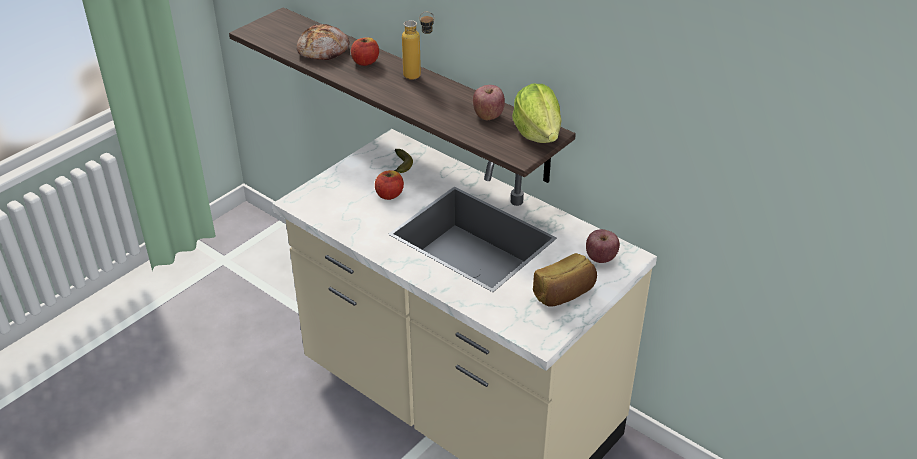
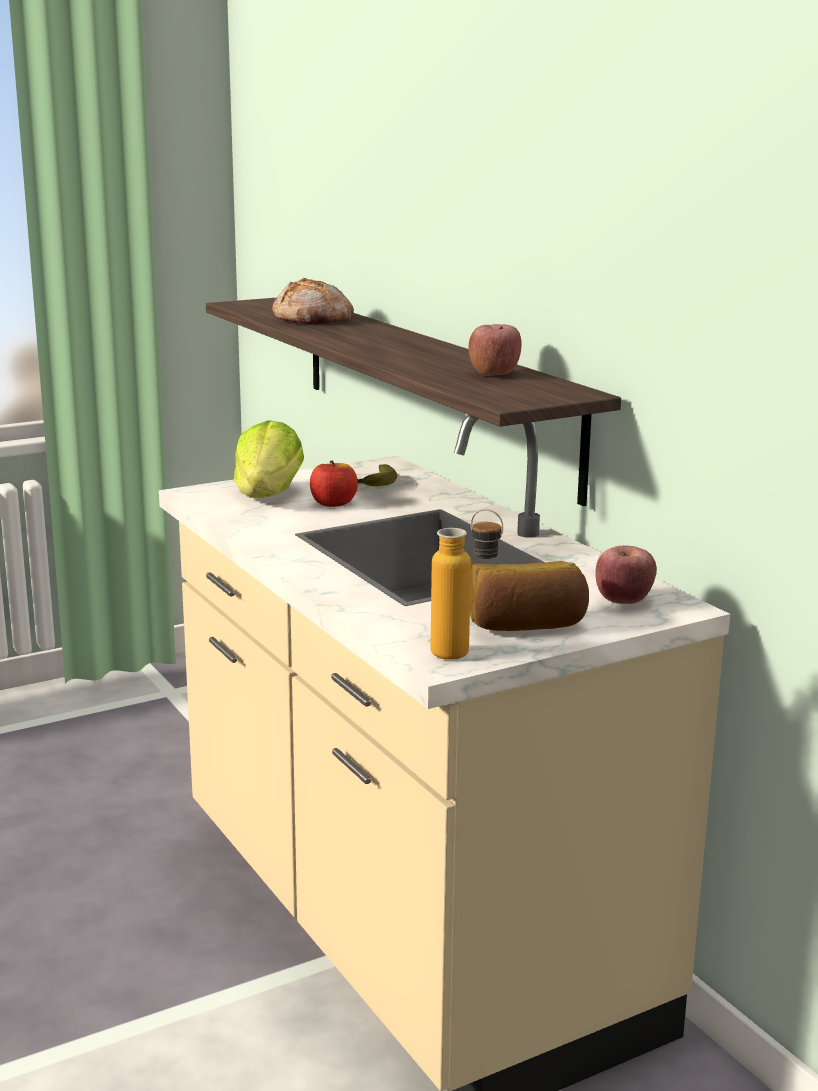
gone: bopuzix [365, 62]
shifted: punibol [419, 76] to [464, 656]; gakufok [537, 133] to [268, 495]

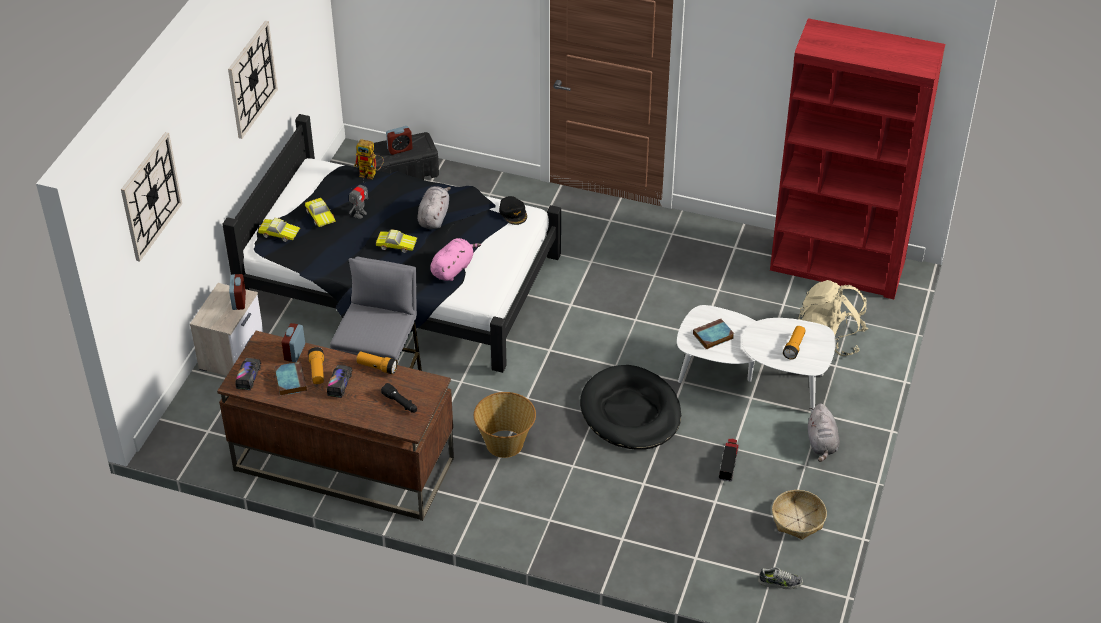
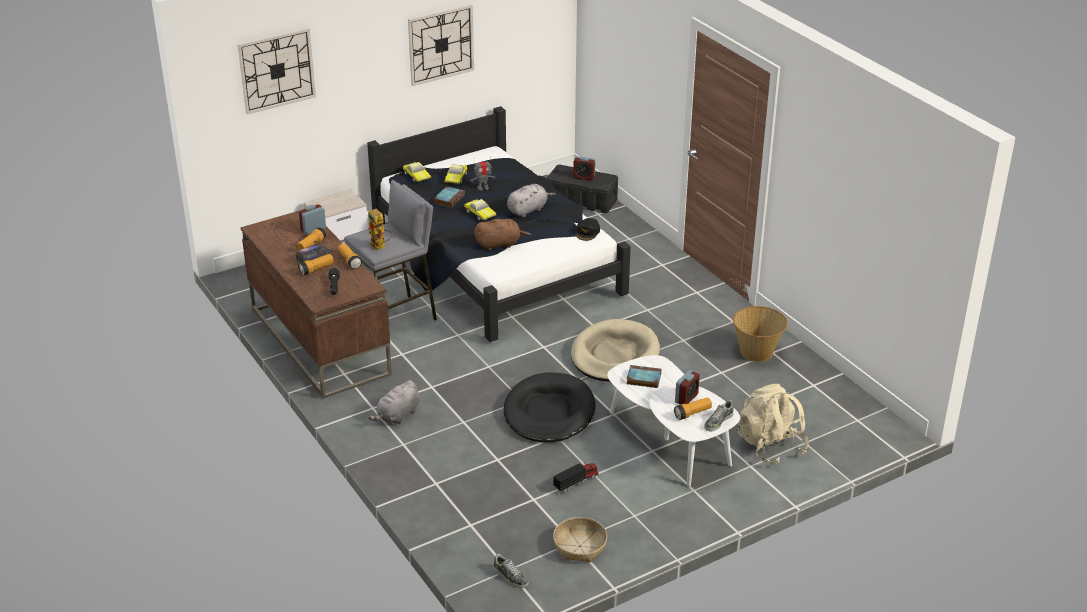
gone: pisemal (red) [837, 267]; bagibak [248, 377]
new: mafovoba [316, 269]; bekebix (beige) [614, 355]; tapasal [718, 421]
shifted: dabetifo [371, 174] to [380, 247]; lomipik [239, 301] to [686, 398]; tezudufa [290, 380] to [449, 199]; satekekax [505, 444] to [757, 352]; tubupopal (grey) [821, 443] to [397, 416]
repainted: tubupopal (pink) [453, 269] to tubupopal (brown) [500, 244]

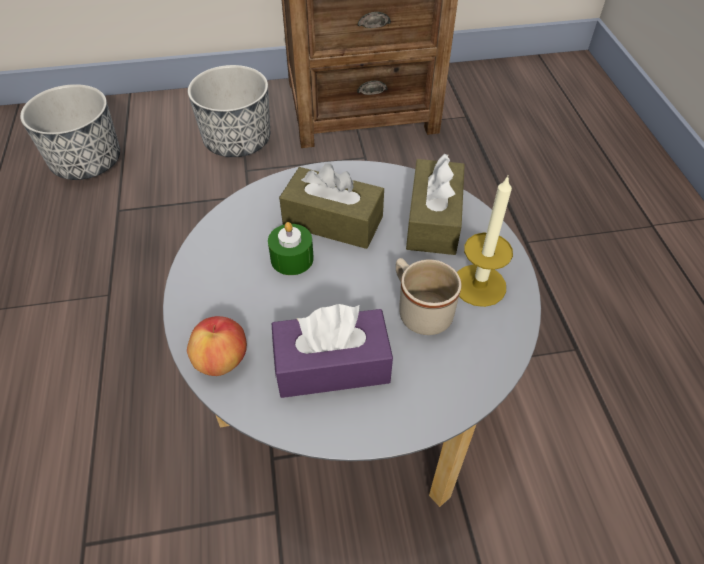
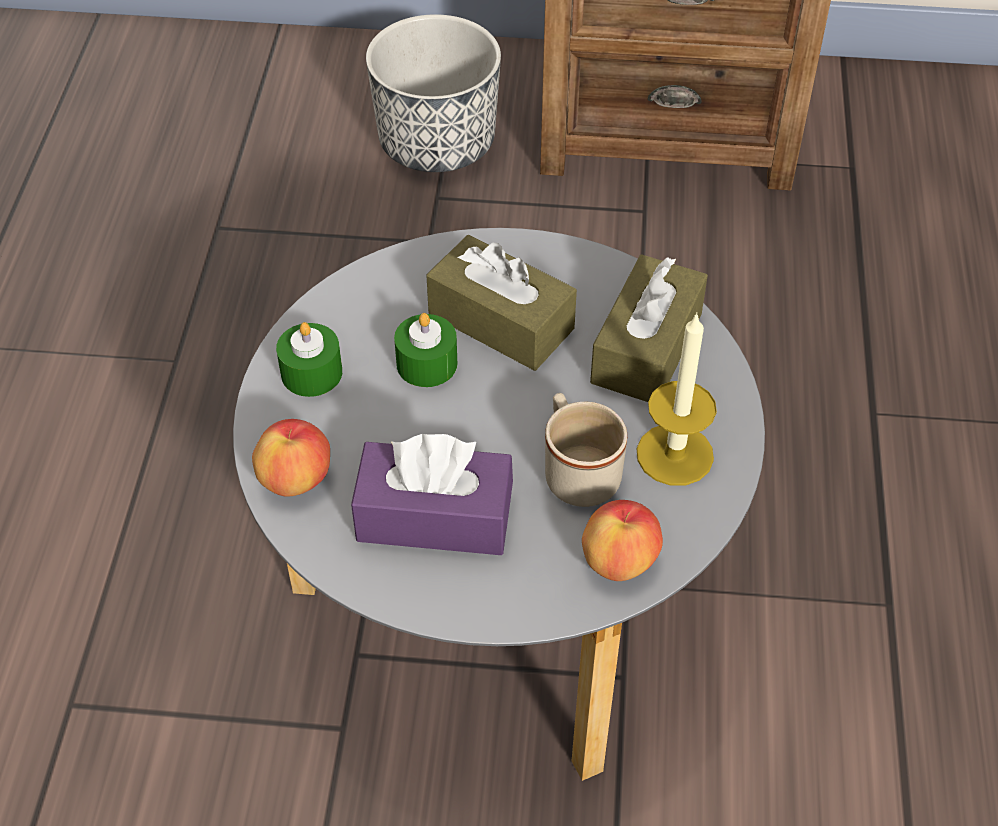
gone: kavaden [87, 162]
new: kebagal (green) [311, 373]; bopuzix [619, 560]

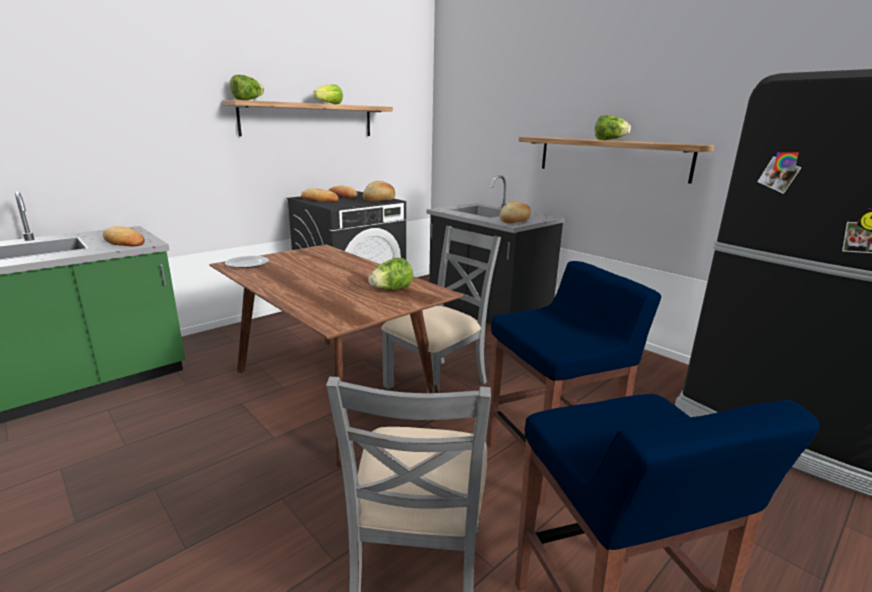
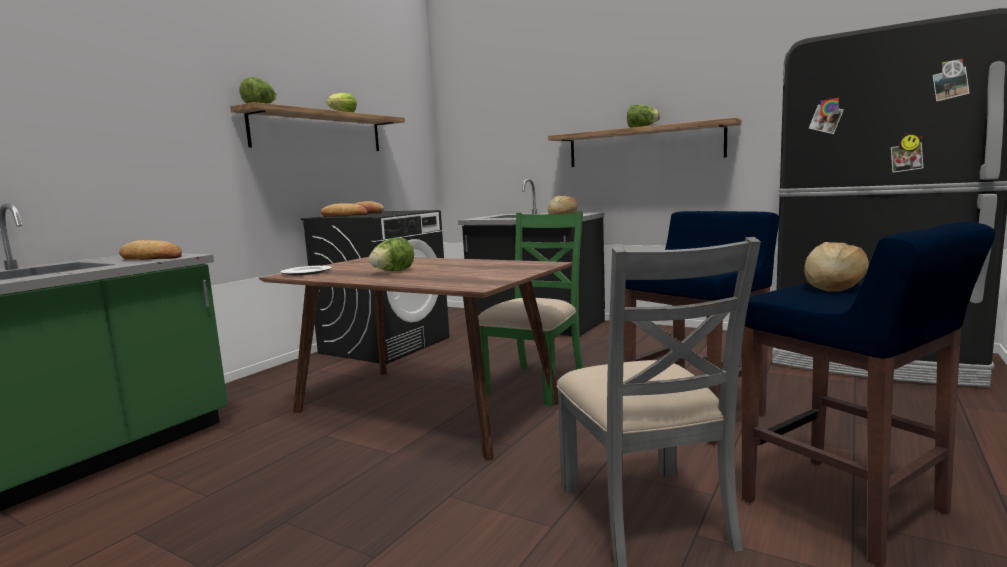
shifted: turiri [379, 200] to [832, 286]; gakufok [391, 290] to [392, 272]
repainted: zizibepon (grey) [437, 384] to zizibepon (green) [535, 383]

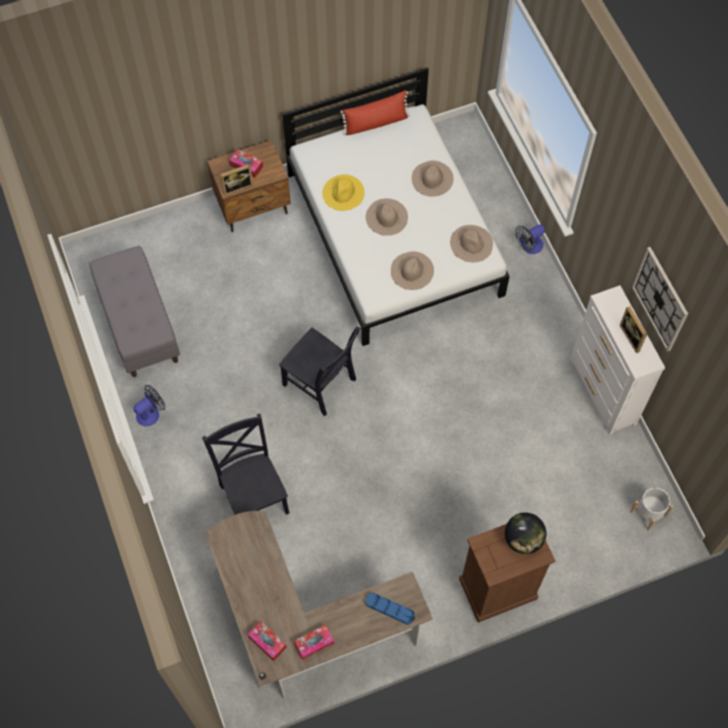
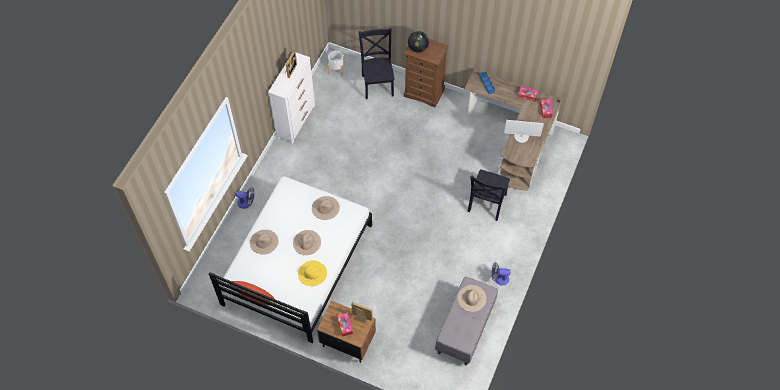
gone: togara [660, 299]
new: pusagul [521, 136]
shifted: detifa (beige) [471, 243] to [472, 298]; zizibepon (black) [321, 384] to [378, 84]

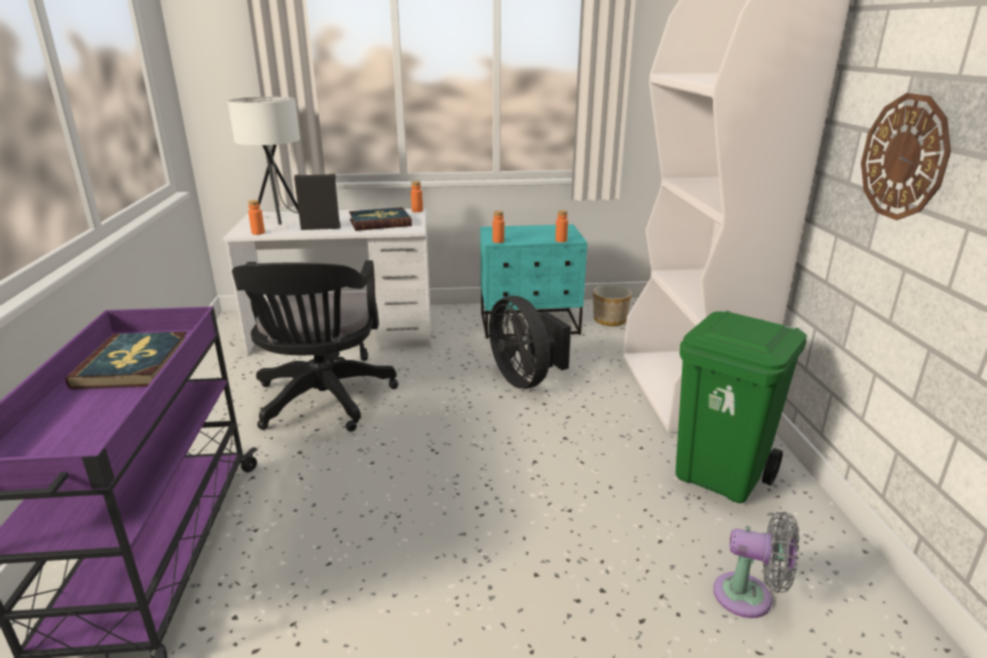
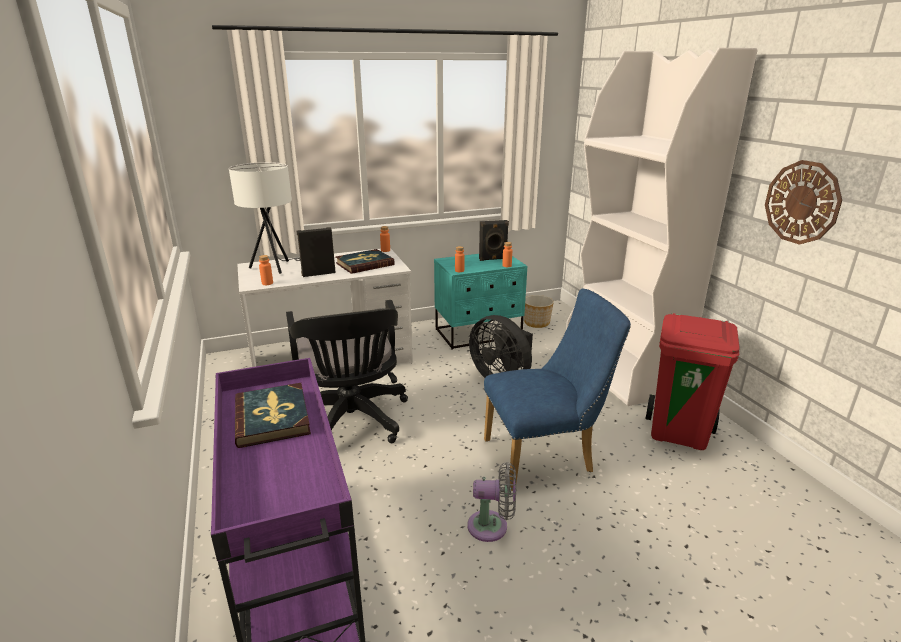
new: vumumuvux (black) [493, 259]; zizibepon (blue) [545, 456]
shifted: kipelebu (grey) [749, 597] to [492, 526]
repainted: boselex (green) [721, 476] to boselex (red) [679, 433]

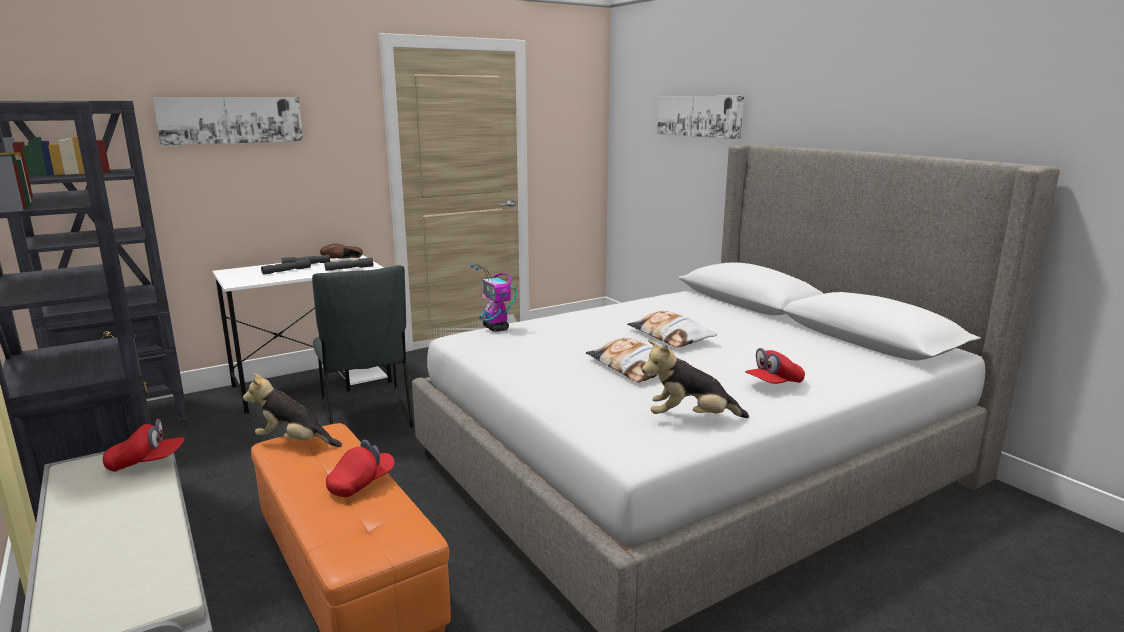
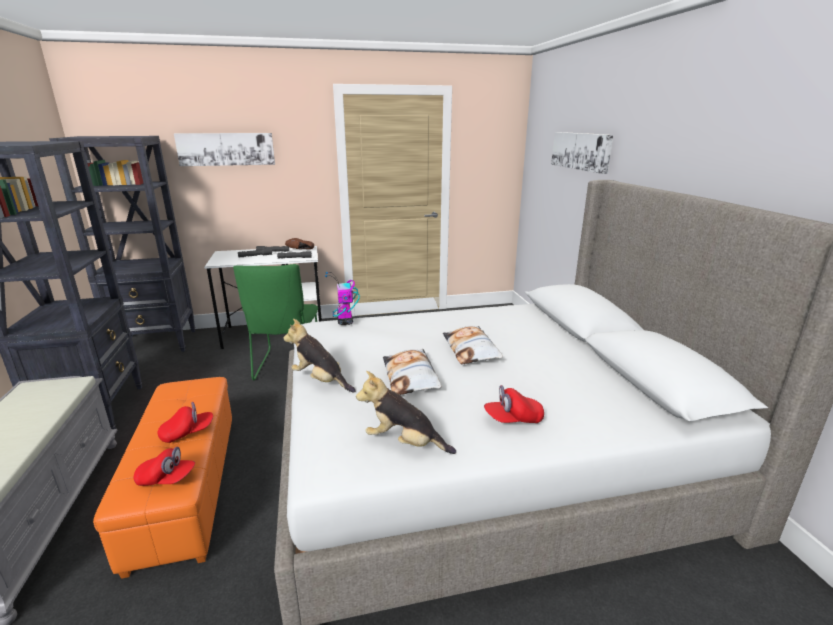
shifted: tubupopal [294, 442] to [320, 380]; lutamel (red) [146, 462] to [167, 479]
repainted: zizibepon (grey) [367, 419] to zizibepon (green) [287, 366]

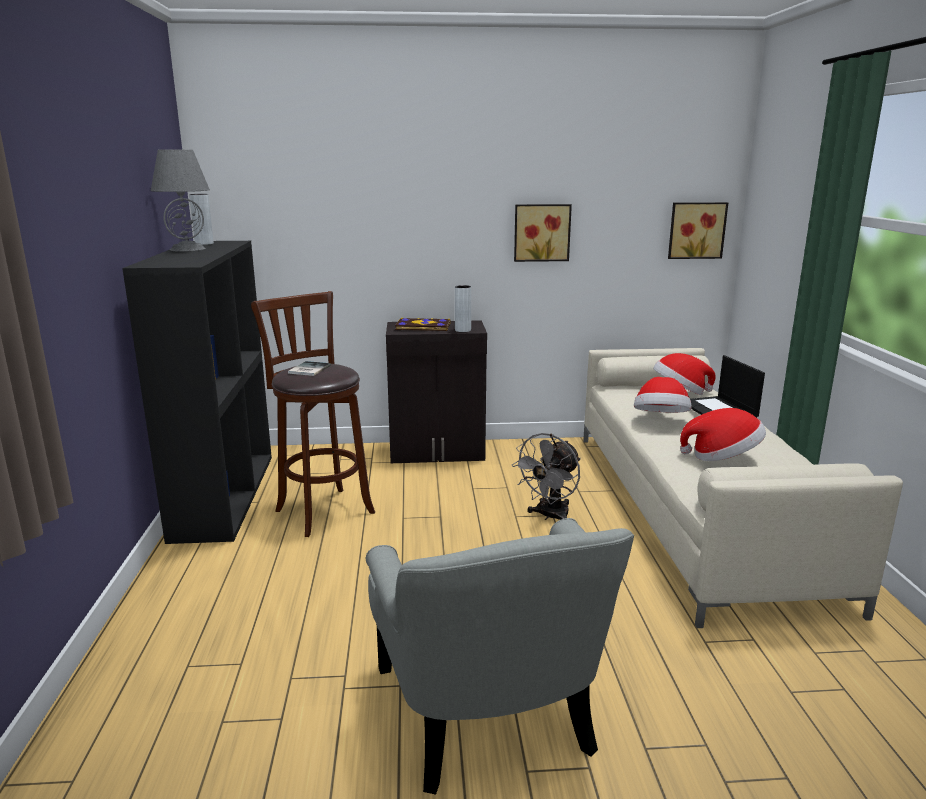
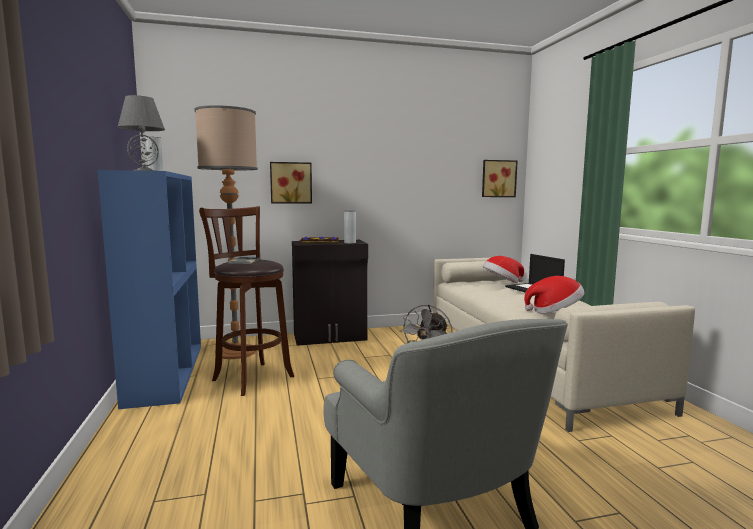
gone: detifa [660, 419]
new: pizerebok [236, 352]
shifted: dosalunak [541, 232] to [291, 183]
repainted: pisemal (black) [223, 495] to pisemal (blue) [165, 372]

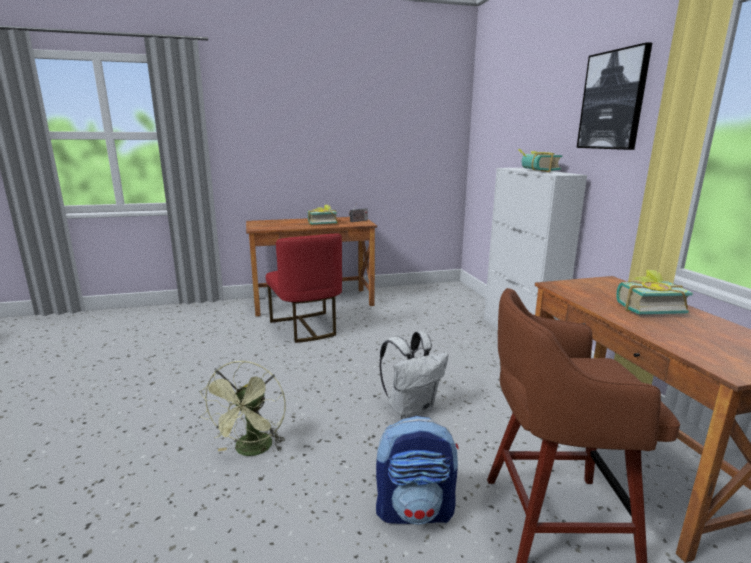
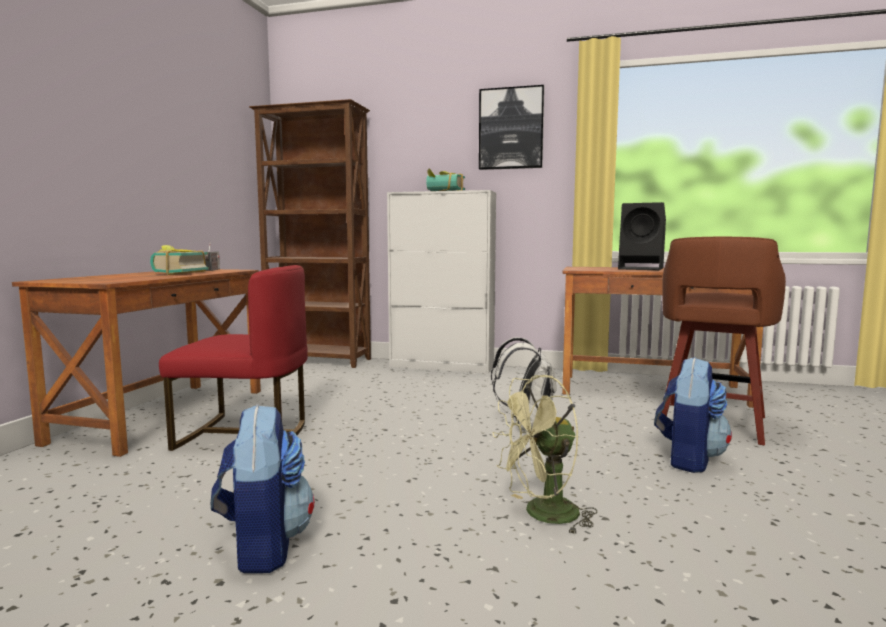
new: pisemal (brown) [319, 361]; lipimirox [263, 546]
swapped: tezudufa [646, 307] to vumumuvux (black) [642, 268]
rotated: kipelebu (green) [252, 451] = [542, 515] 120 degrees clockwise

